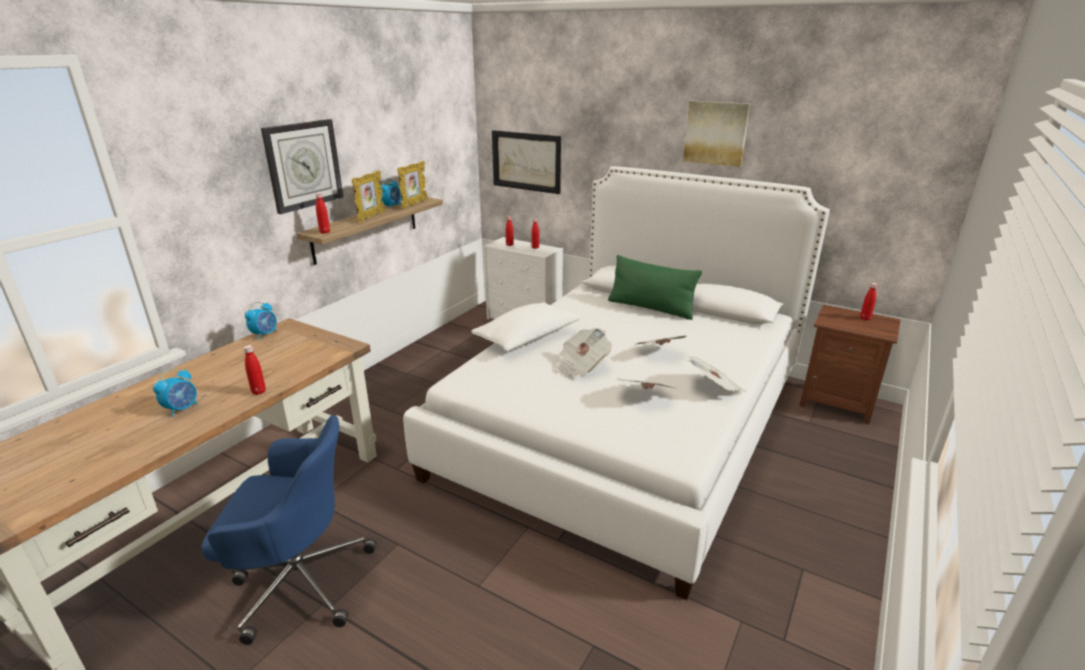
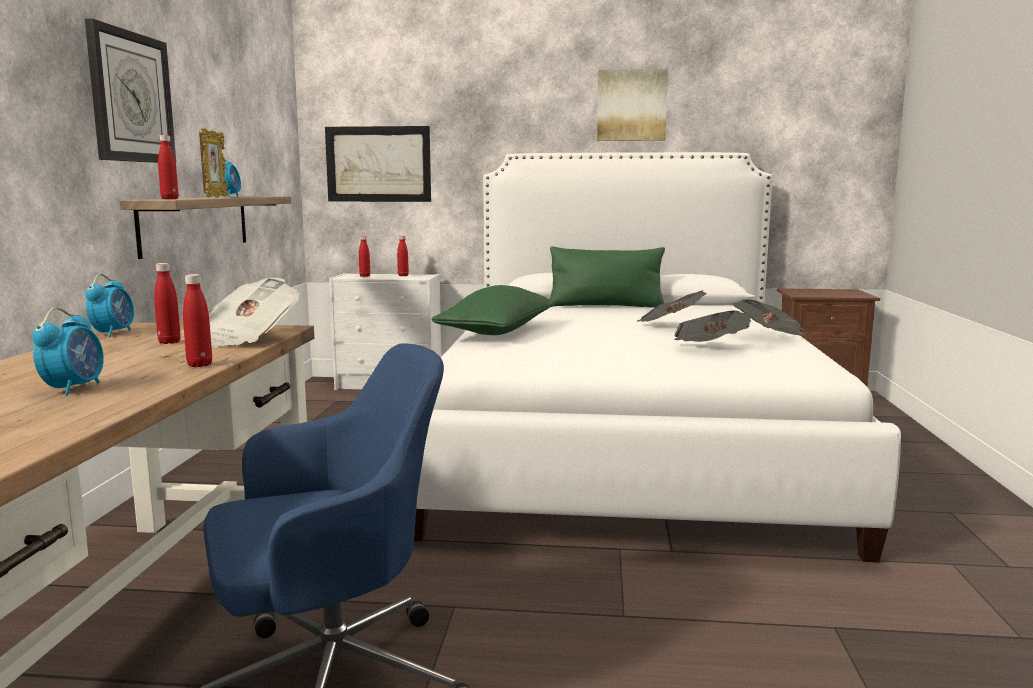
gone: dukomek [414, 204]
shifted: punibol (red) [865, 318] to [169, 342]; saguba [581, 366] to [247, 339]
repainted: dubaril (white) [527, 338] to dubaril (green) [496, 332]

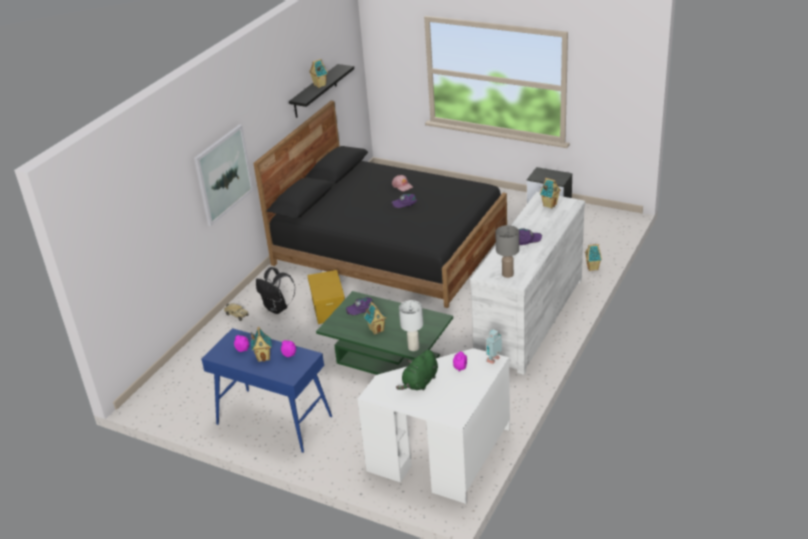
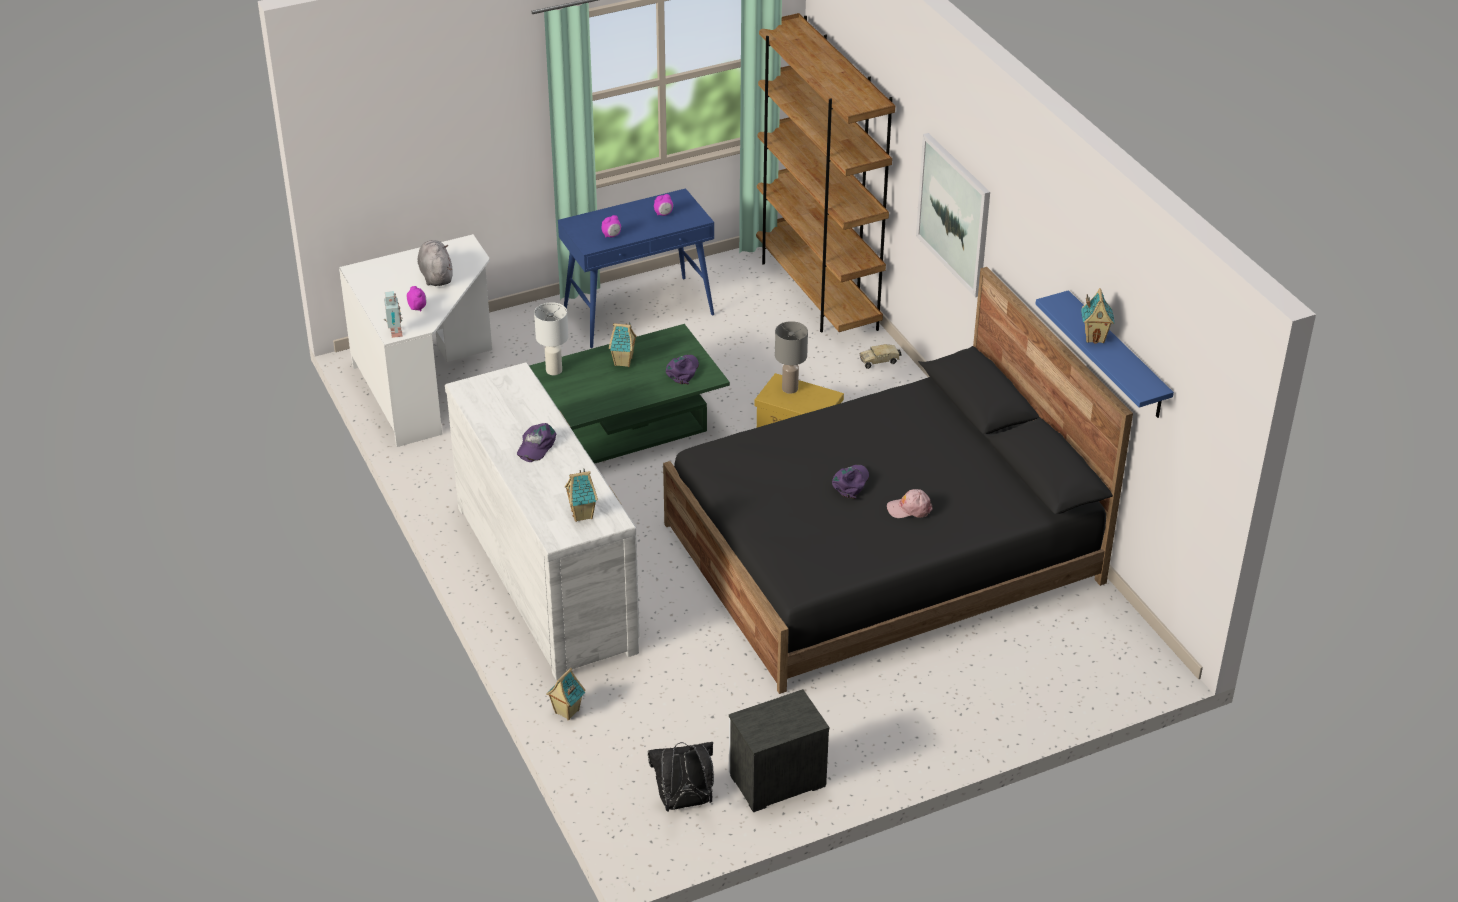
gone: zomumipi [264, 357]
new: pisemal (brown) [815, 291]
shifted: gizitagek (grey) [508, 274] to [790, 389]; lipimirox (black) [277, 308] to [684, 803]
repainted: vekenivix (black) [315, 91] to vekenivix (blue) [1117, 356]; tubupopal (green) [420, 383] to tubupopal (grey) [436, 275]

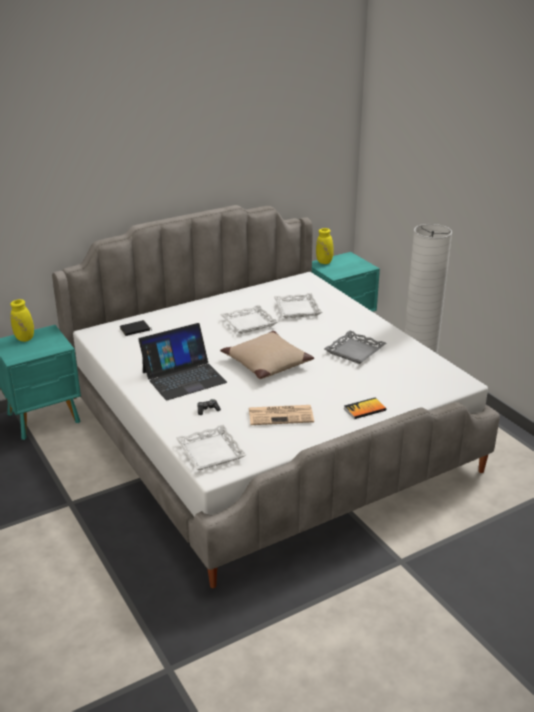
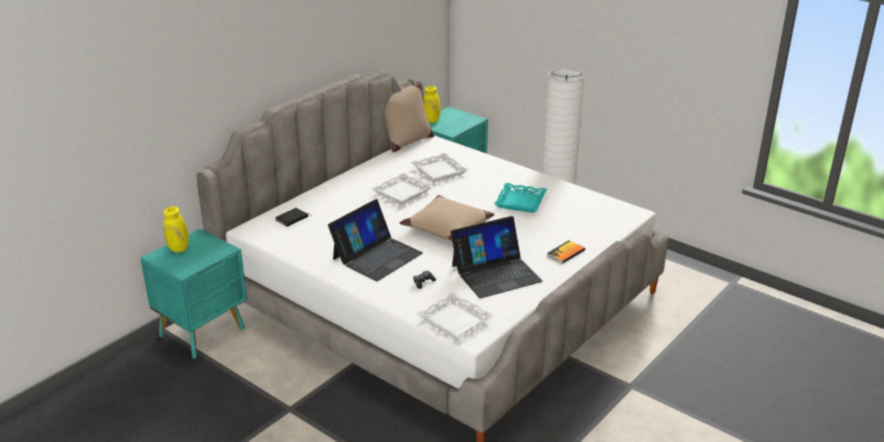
new: dubaril (beige) [406, 142]
swapped: saguba [281, 415] to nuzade [495, 273]
repainted: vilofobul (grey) [355, 351] to vilofobul (turquoise) [521, 202]

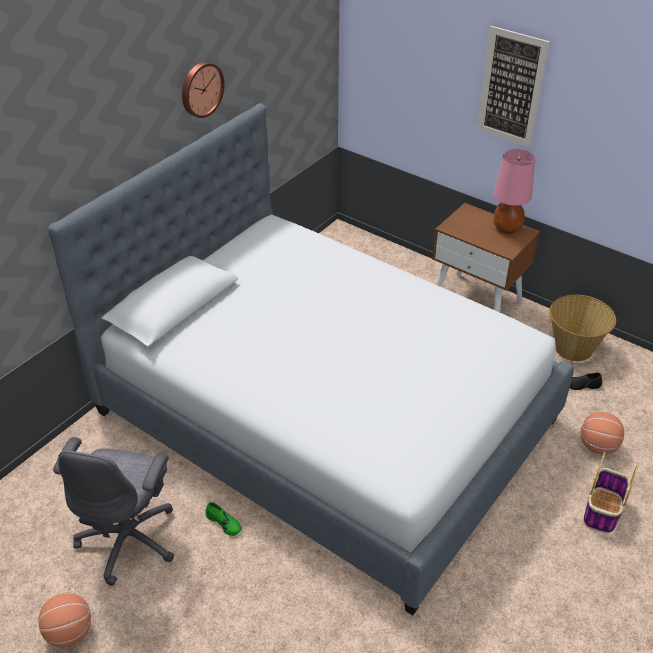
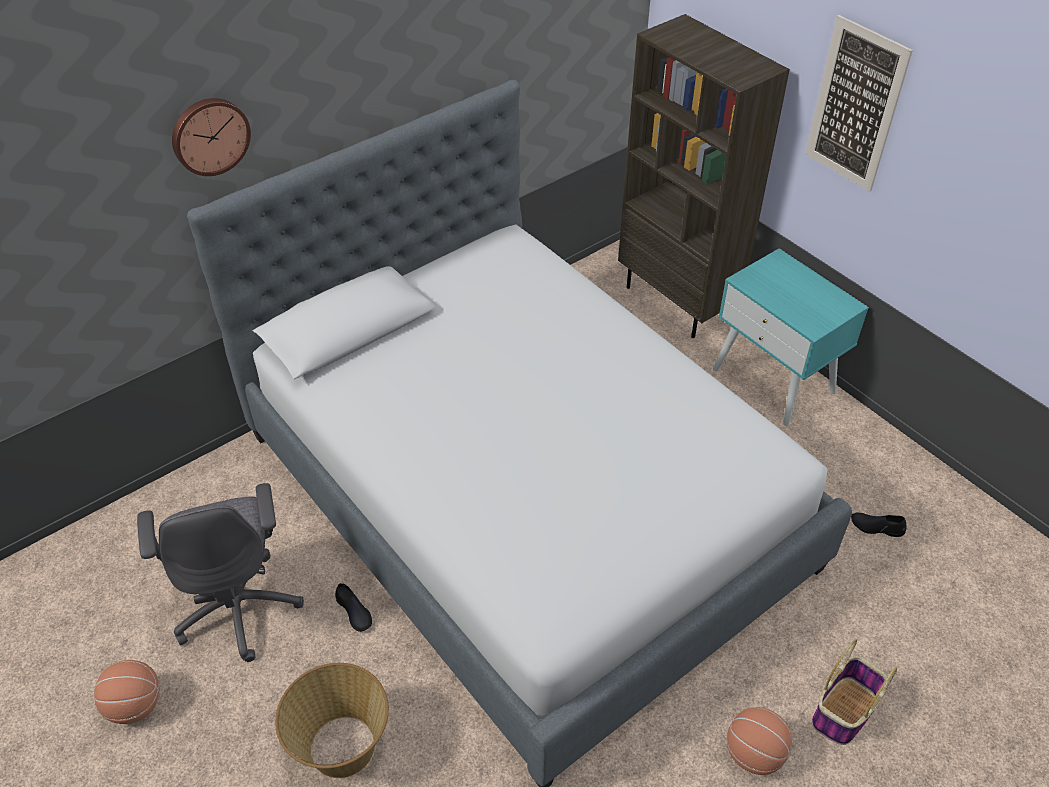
gone: gizitagek (pink) [507, 228]
new: pisemal (brown) [677, 302]
shifted: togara [201, 89] to [209, 135]; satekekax [573, 348] to [342, 748]; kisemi [597, 446] to [753, 753]
repainted: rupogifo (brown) [477, 300] to rupogifo (turquoise) [774, 380]; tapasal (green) [224, 522] to tapasal (black) [354, 611]
rotated: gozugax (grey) [130, 538] = [239, 606] 45 degrees counterclockwise

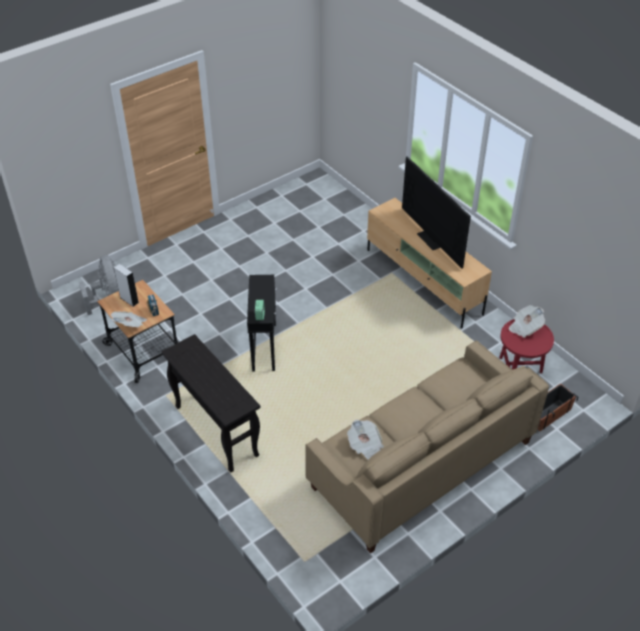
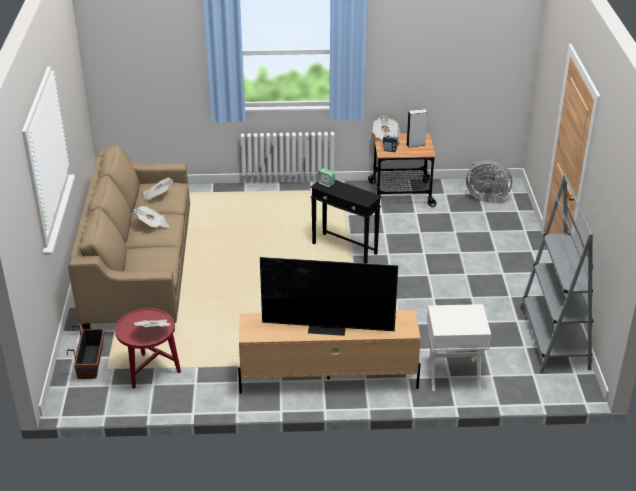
gone: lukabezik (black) [215, 430]
new: pisemal (grey) [554, 338]; saguba [152, 225]; rupogifo (white) [453, 375]

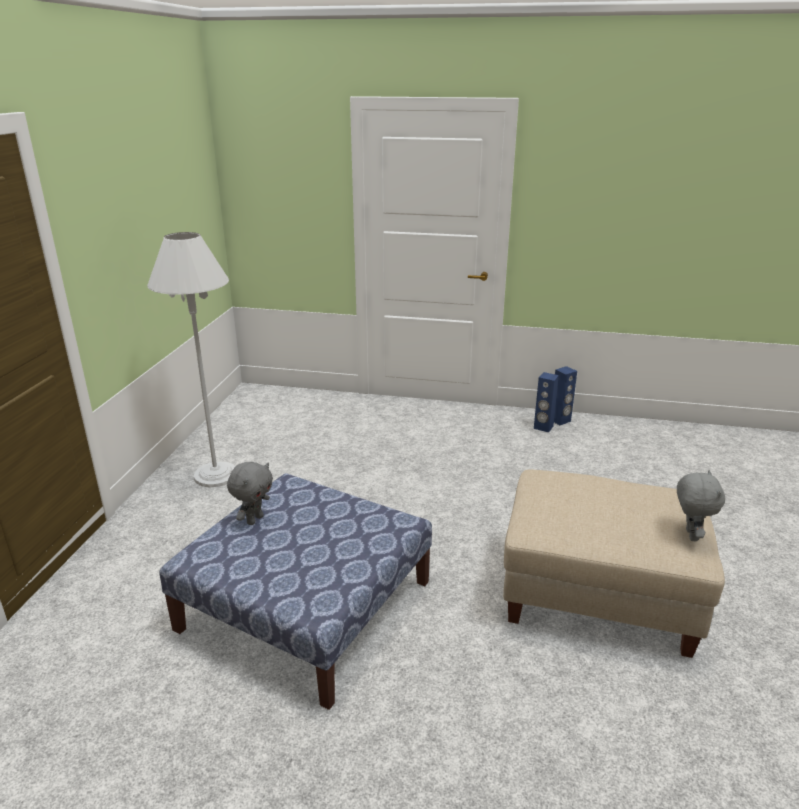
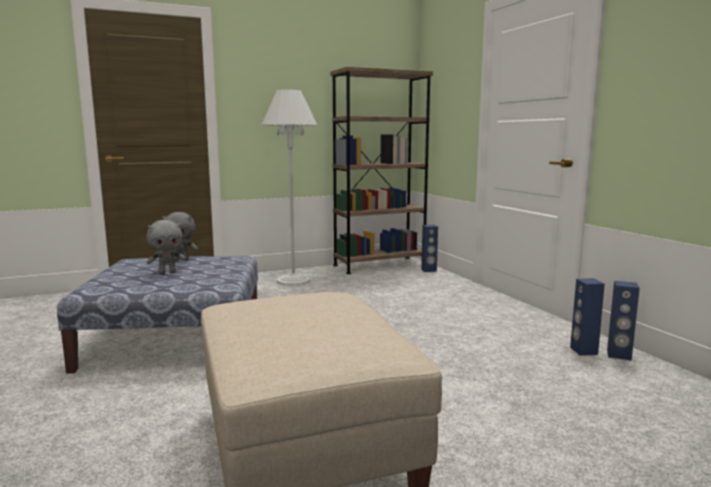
new: pisemal (brown) [379, 265]; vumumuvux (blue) [429, 270]
shifted: tubupopal (grey) [690, 535] to [167, 272]

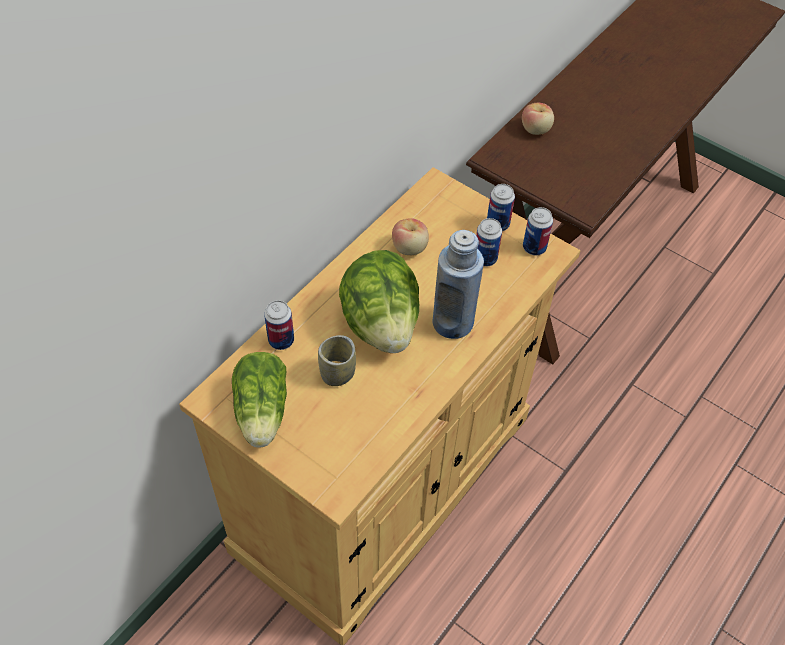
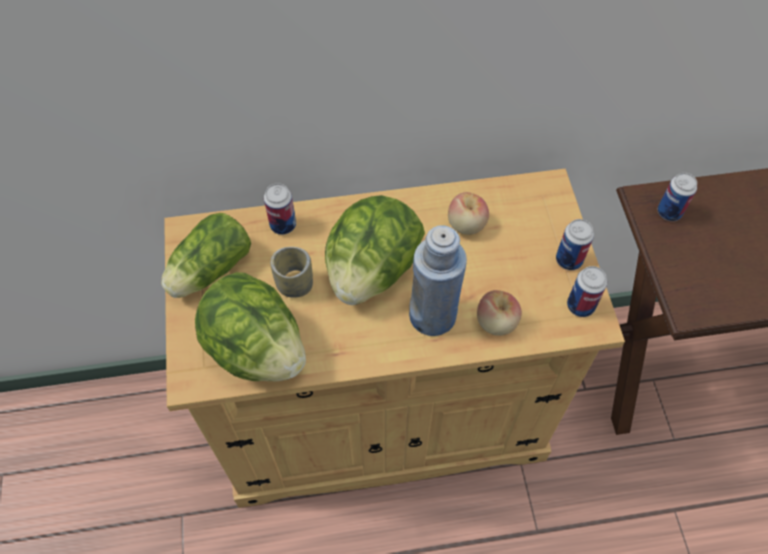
new: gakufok [257, 349]
shifted: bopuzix [536, 129] to [496, 323]; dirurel [485, 258] to [669, 212]

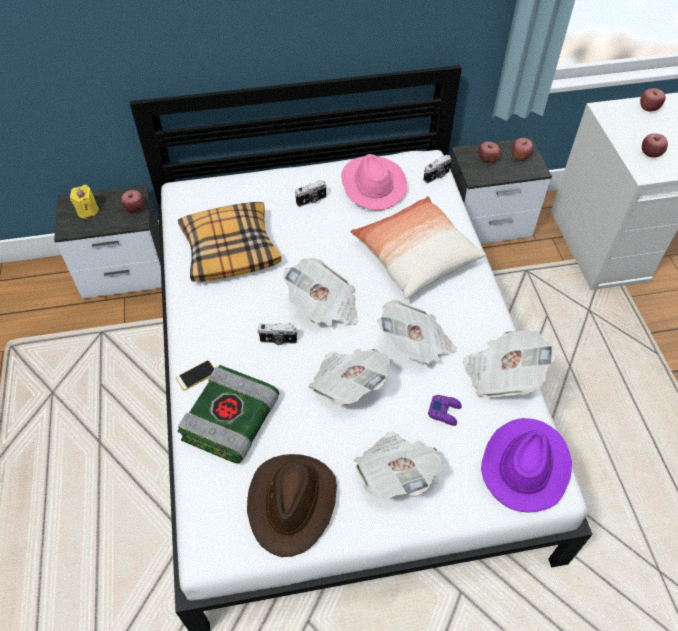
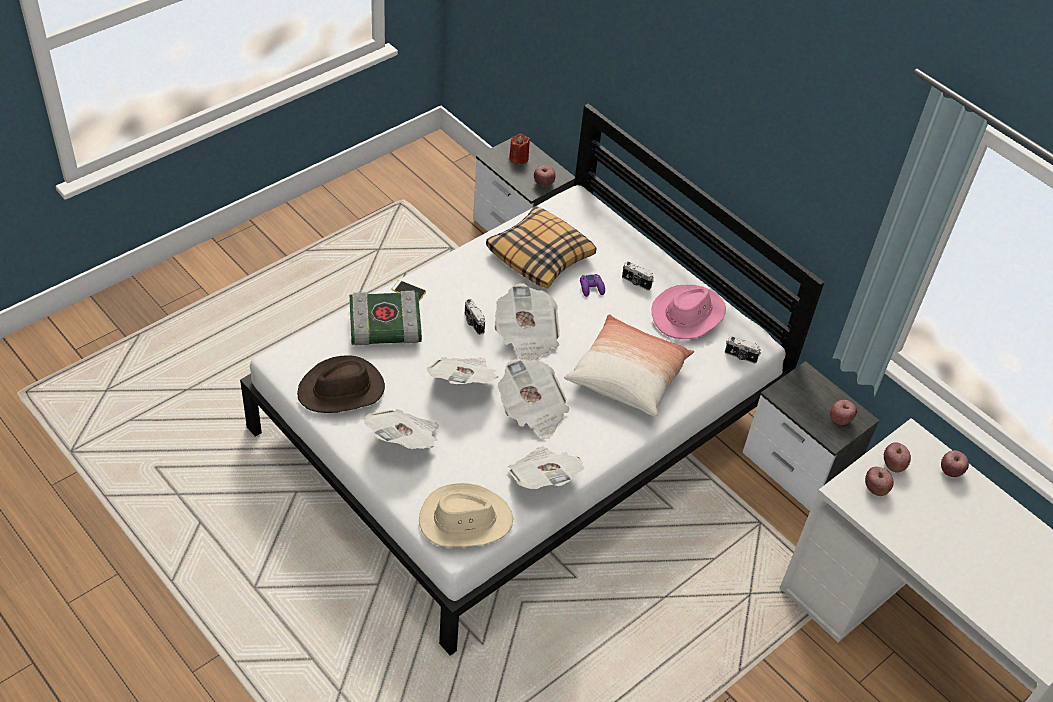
shifted: bopuzix [487, 160] to [893, 465]; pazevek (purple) [444, 411] to [592, 288]
repainted: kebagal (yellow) [87, 211] to kebagal (red) [518, 158]; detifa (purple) [525, 465] to detifa (beige) [465, 520]

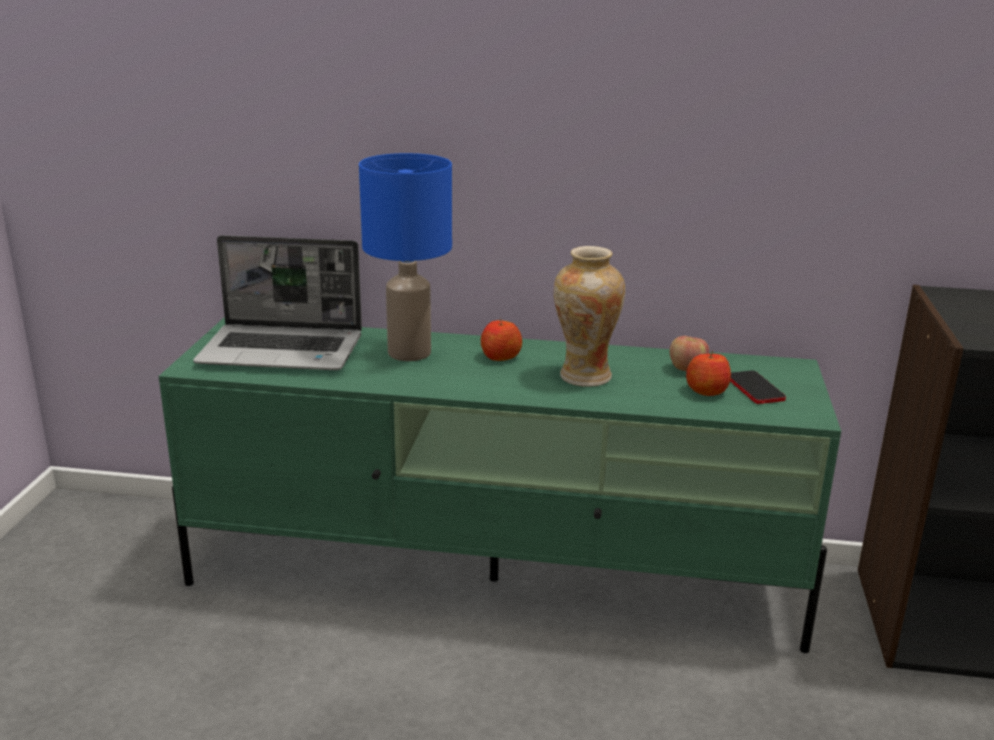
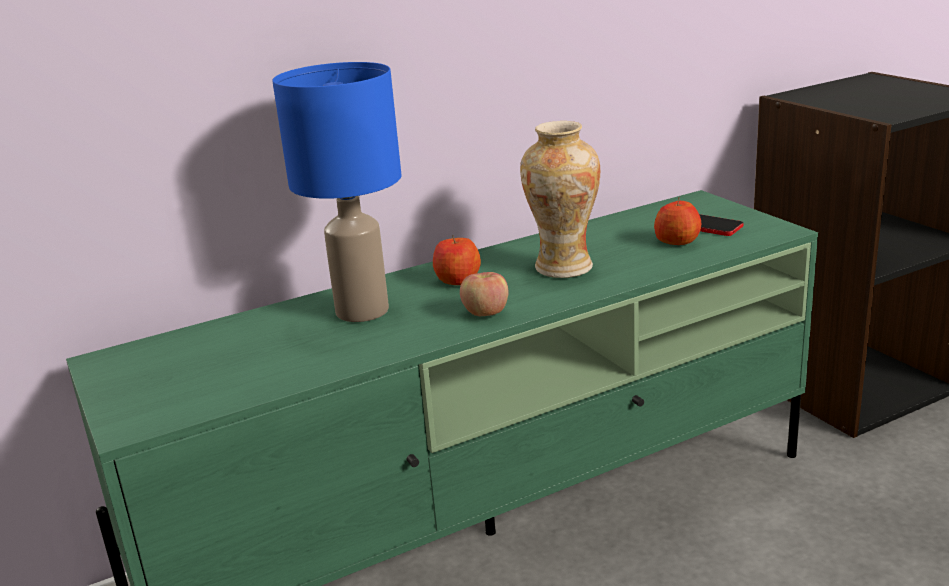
gone: nuzade [284, 351]
shifted: bopuzix [687, 369] to [485, 313]

